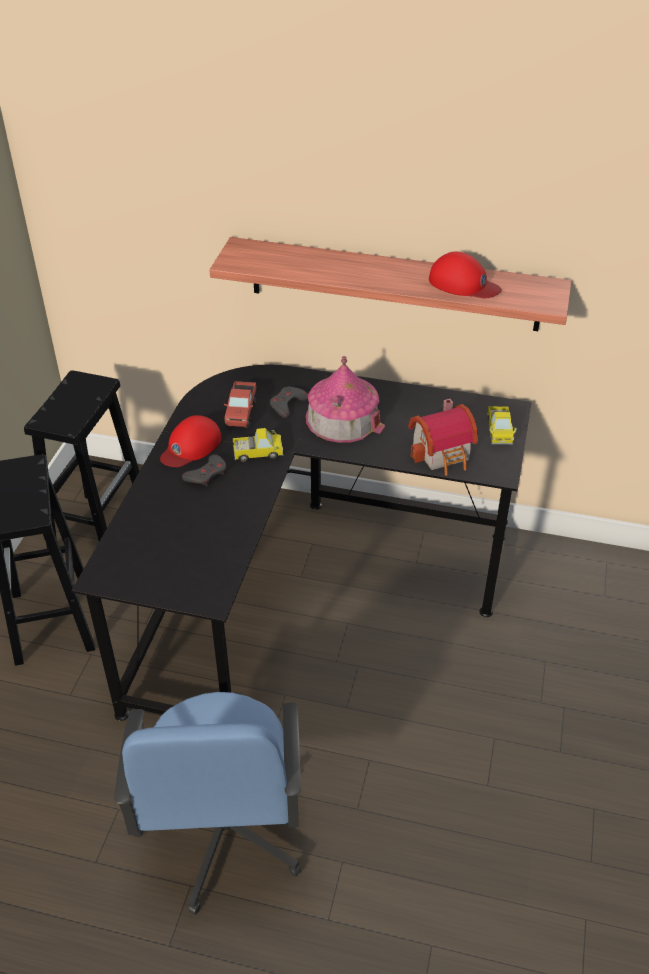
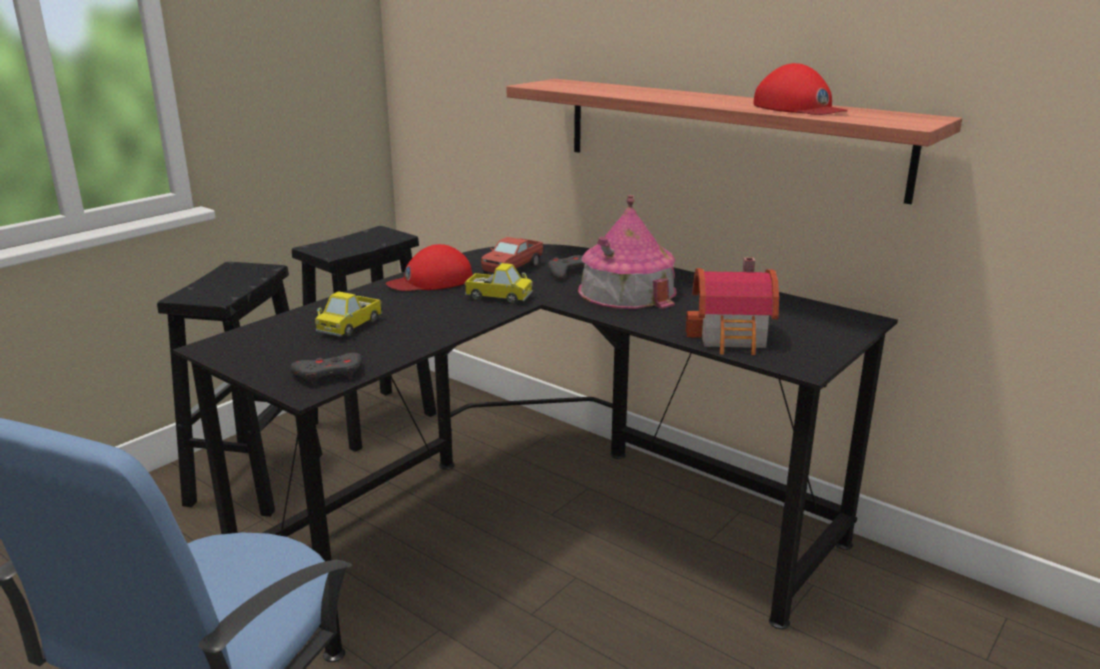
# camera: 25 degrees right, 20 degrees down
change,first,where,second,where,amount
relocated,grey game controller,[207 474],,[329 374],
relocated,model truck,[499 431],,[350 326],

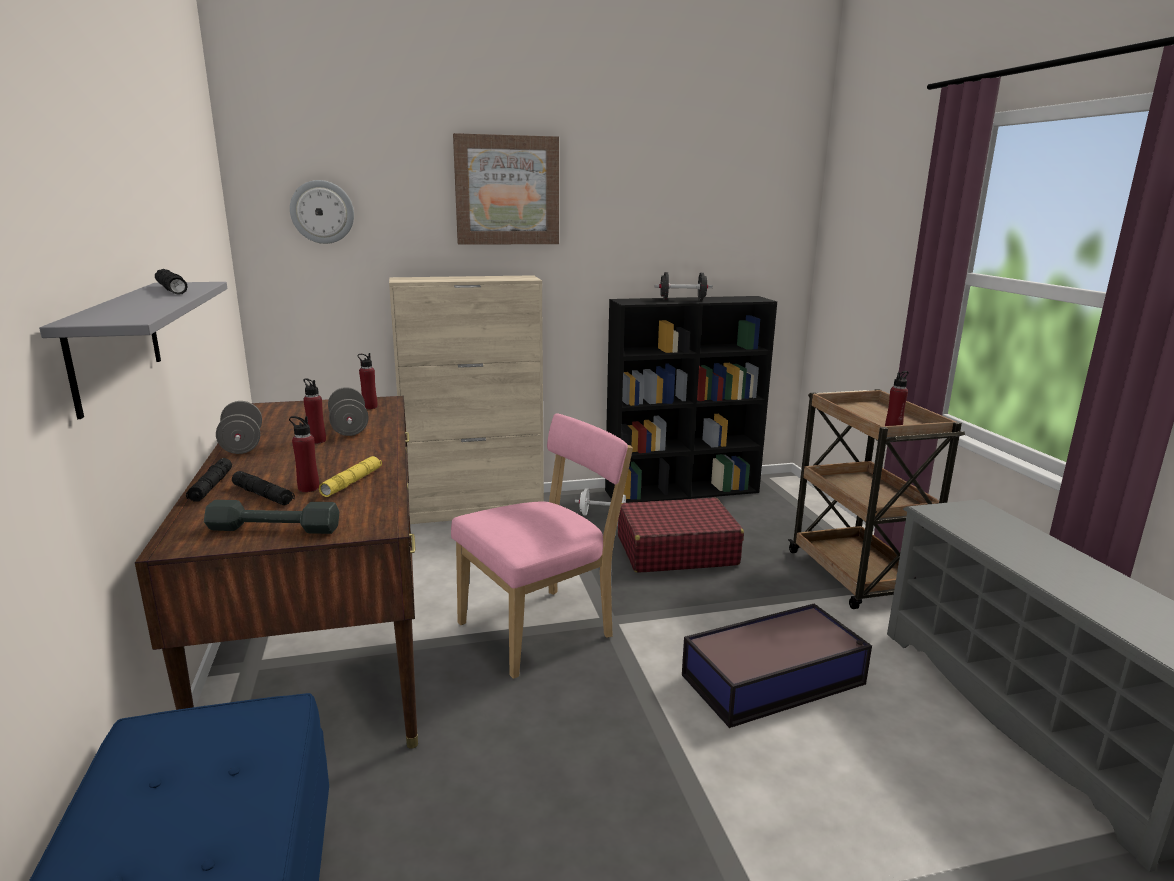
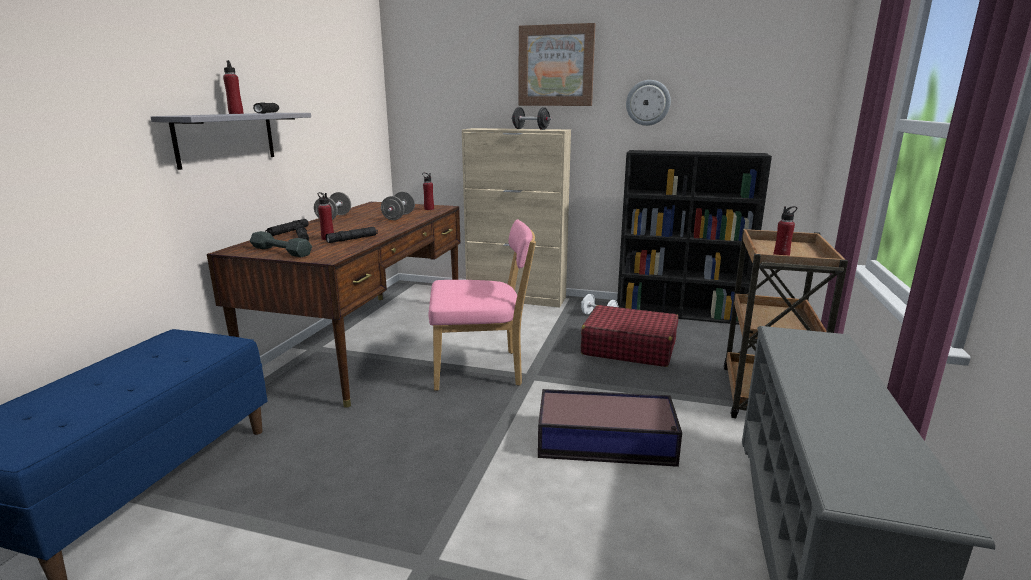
# camera: 30 degrees right, 0 degrees up
change,first,where,second,where,amount
relocated,hanging clock,[322 212],,[648 102],
relocated,red-coloured bottle,[317 441],,[236 113],
relocated,black-coloured hand weight,[682 300],,[531 129],
colour,yellow-coloured torch,[352 482],black-coloured torch,[352 239],

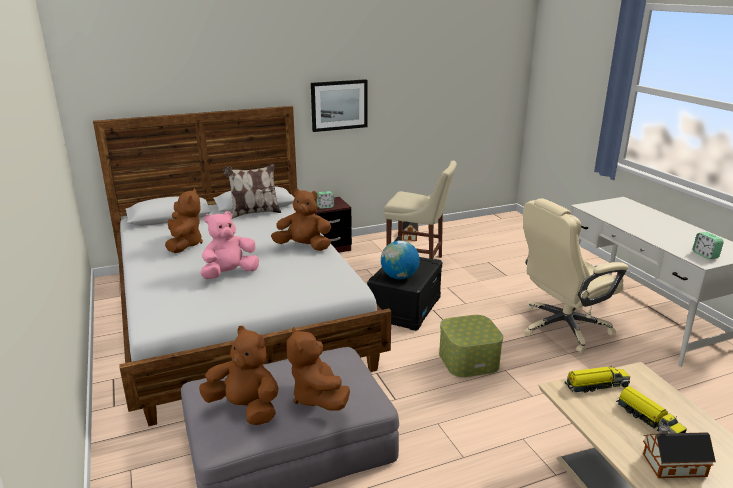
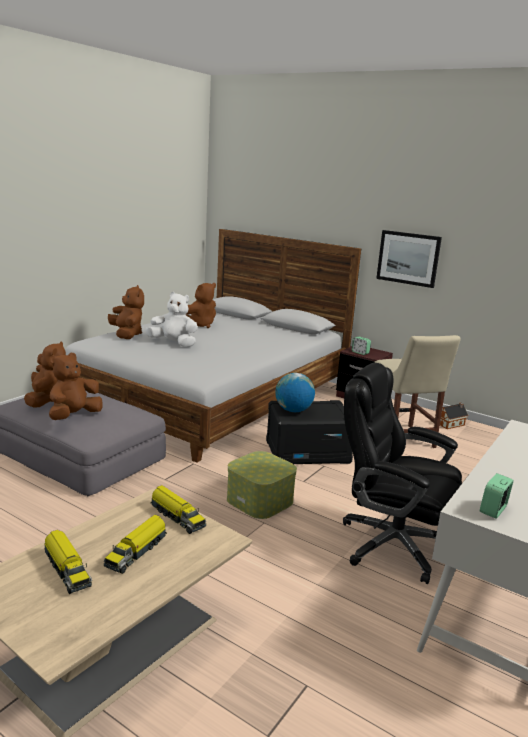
# camera: 55 degrees right, 5 degrees down
change,first,where,second,where,amount
missing,cushion,[254 213],,,
relocated,brown soft toy,[304 247],,[127 335],
exchanged,miniature house,[671 464],model truck,[67 569],
colour,pink-coloured soft toy,[229 274],whitish soft toy,[173 343],
colour,sand-coloured computer chair,[562 328],black-coloured computer chair,[391 544],

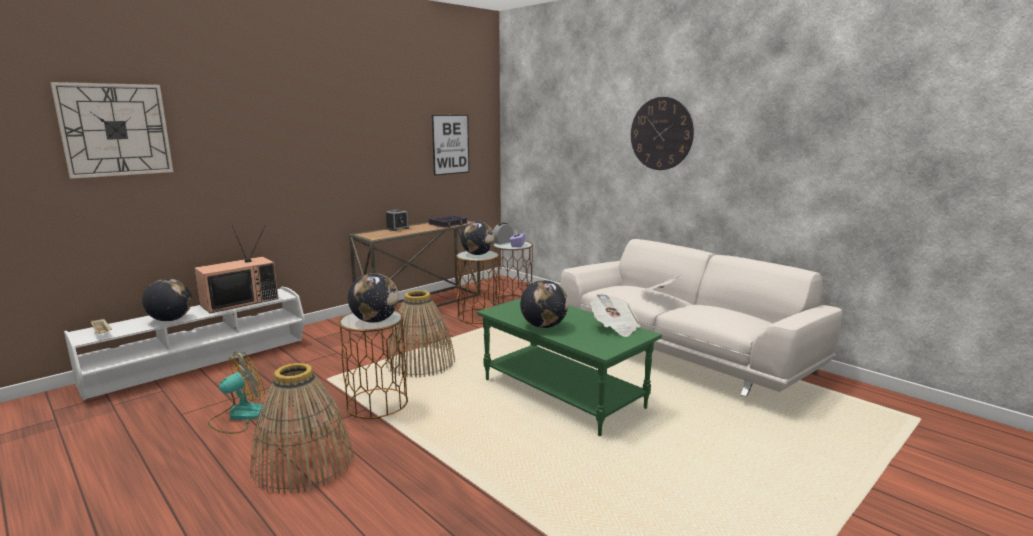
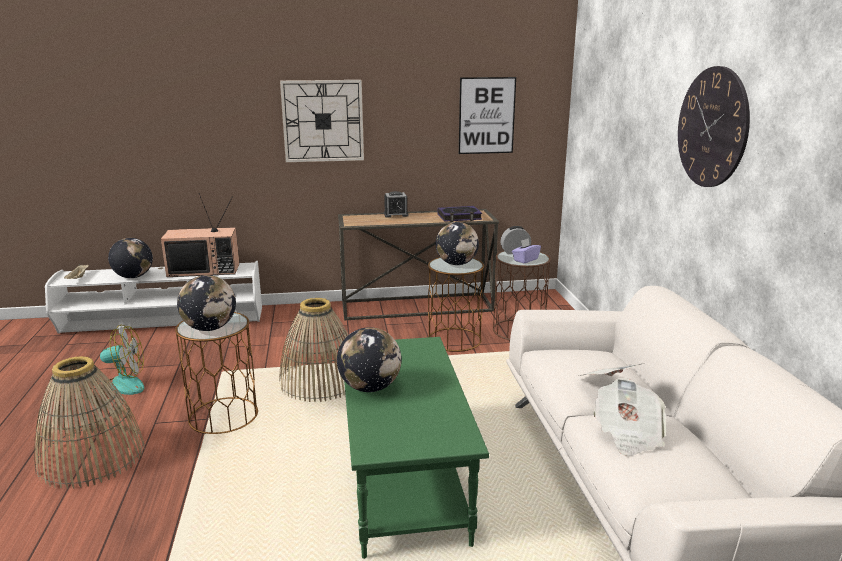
# camera: 35 degrees right, 5 degrees up
change,first,where,second,where,amount
relocated,hanging clock,[115 130],,[323 121],
relocated,printed paper,[614 327],,[628 434],

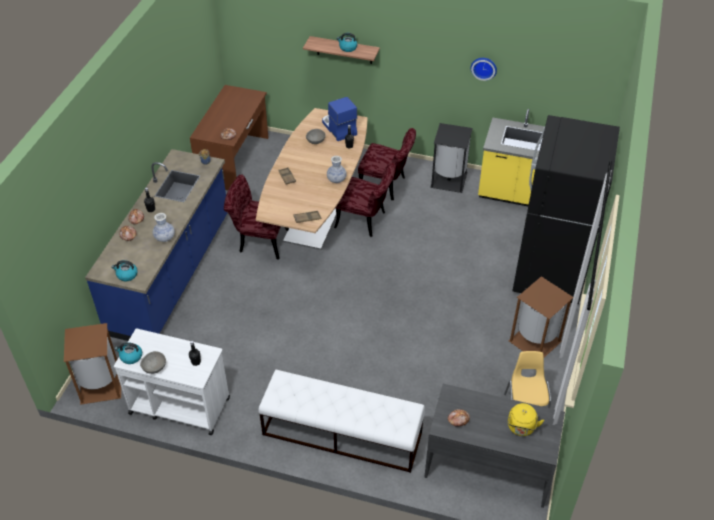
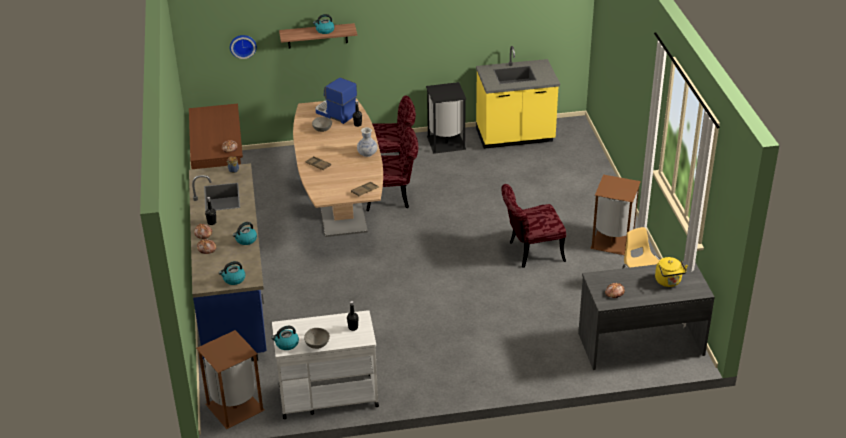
# camera: 25 degrees left, 10 degrees down
change,first,where,second,where,amount
missing,whitish indoor bench,[341 434],,,
missing,black-coloured fridge,[549 273],,,
relocated,red-coloured plain chair,[258 241],,[530 252],
relocated,hanging clock,[484 67],,[243 45],
exchanged,flower vase,[165 237],tea kettle,[246 240],

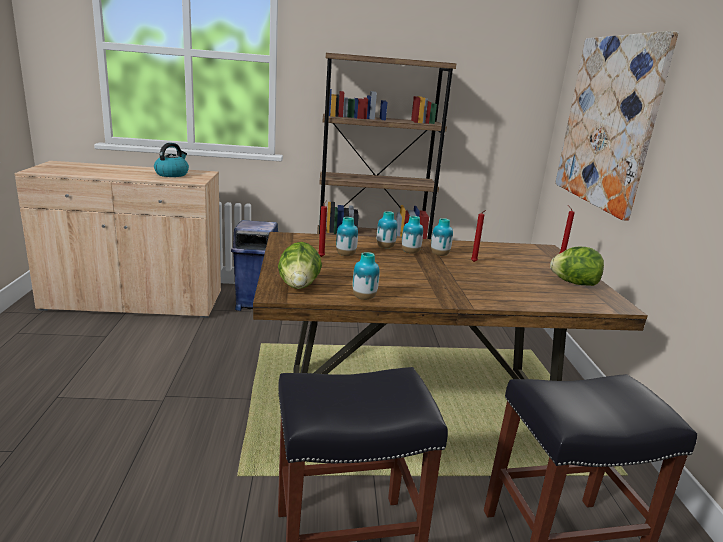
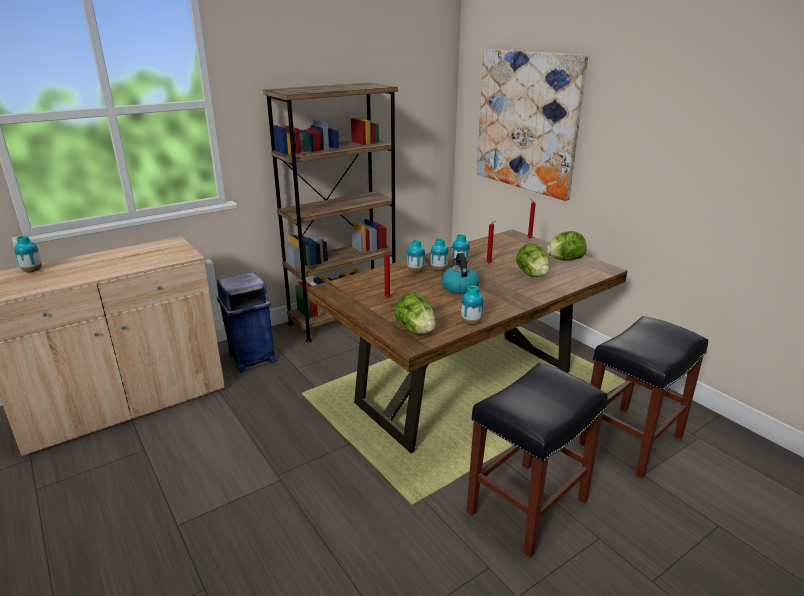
# camera: 30 degrees left, 5 degrees up
change,first,where,second,where,amount
appeared,,,lettuce head,[532 274],
relocated,tea kettle,[172 174],,[459 287],
relocated,flower vase,[345 255],,[32 271],

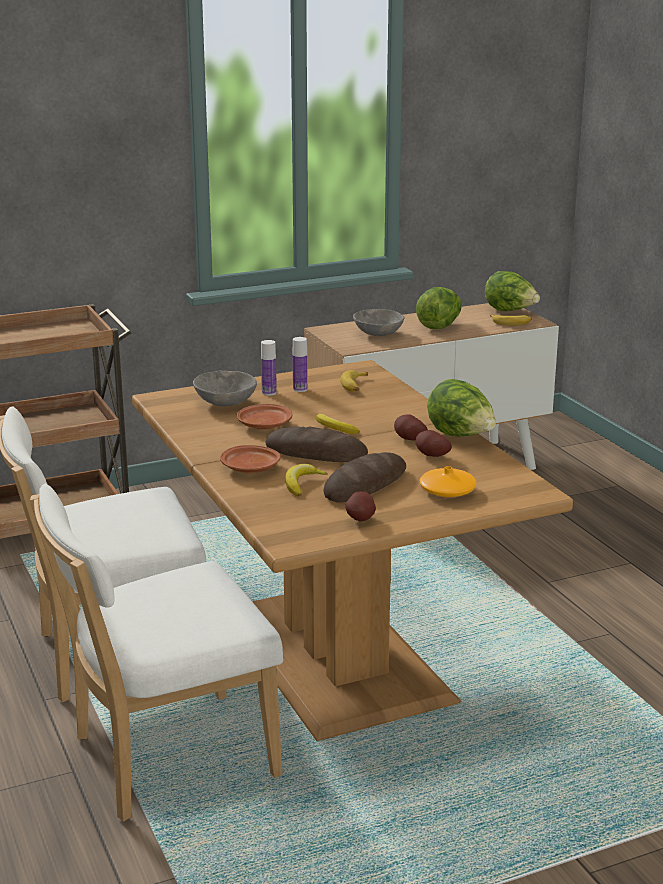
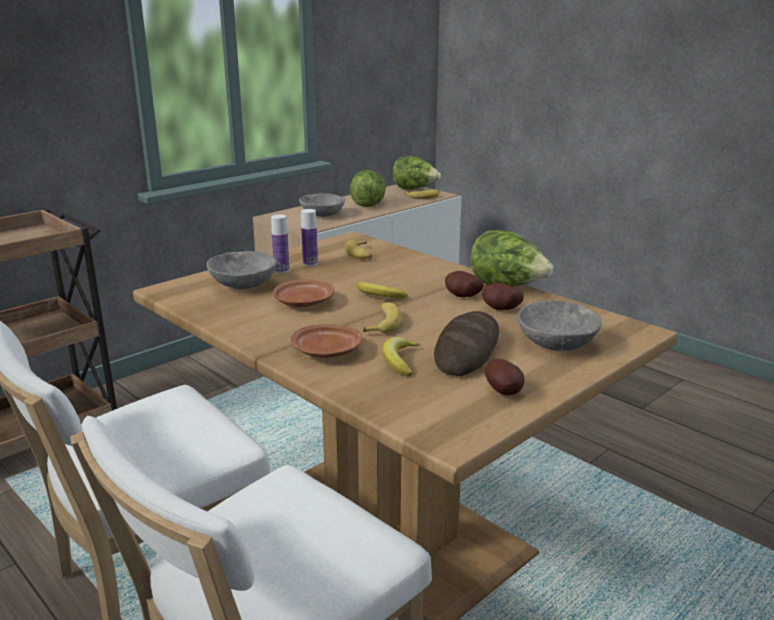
# camera: 20 degrees left, 0 degrees up
change,first,where,second,where,amount
exchanged,bread,[316 453],banana fruit,[383 323],
exchanged,orange-coloured flower vase,[447 491],grey serving bowl,[556 343],

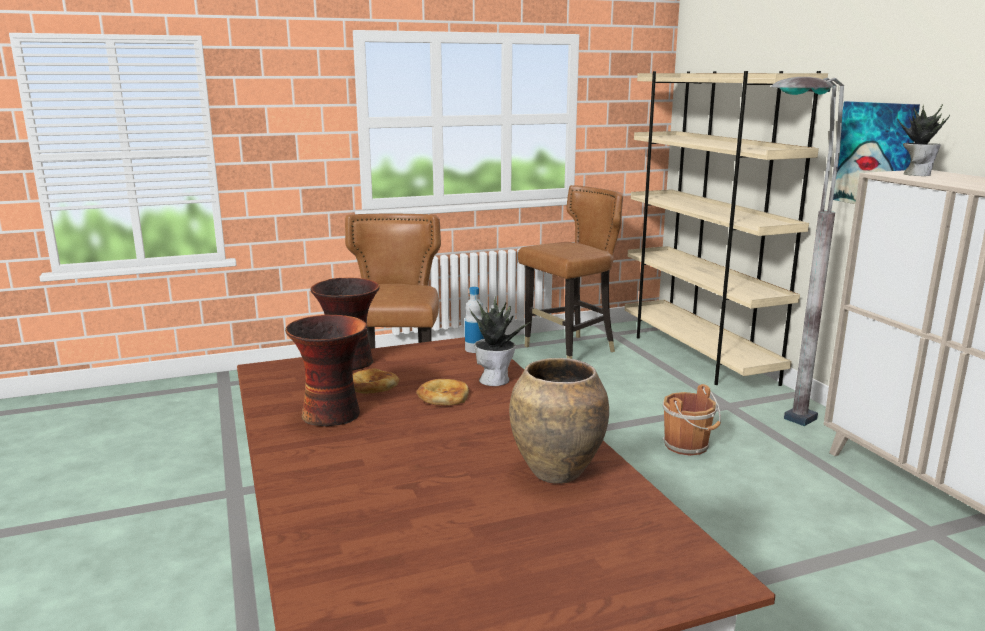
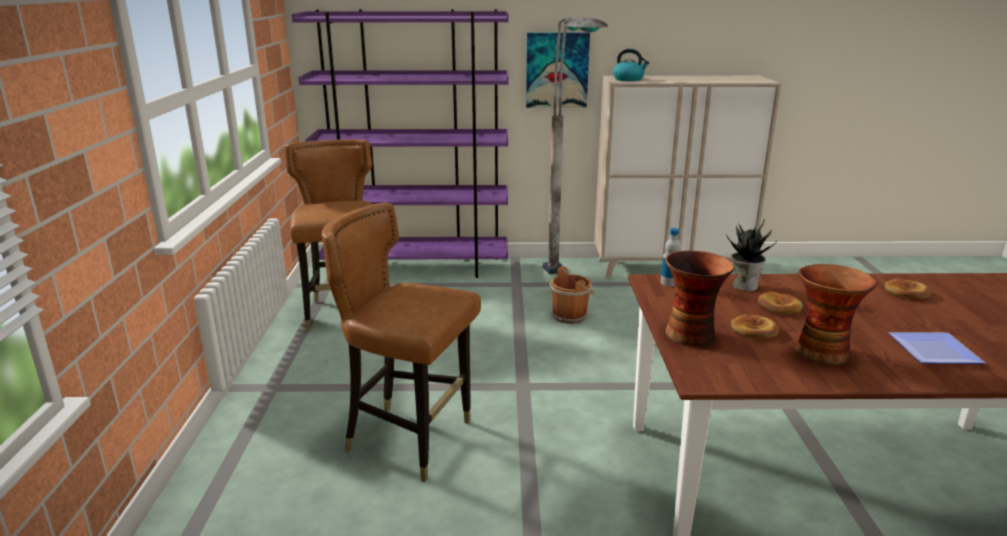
# camera: 70 degrees left, 5 degrees up
change,first,where,second,where,amount
appeared,,,flat dish,[937 352],
exchanged,brown flower vase,[555 472],bread,[906 292],
exchanged,plant in a pot,[916 174],tea kettle,[629 79],
colour,sand-coloured bookshelf,[697 356],purple bookshelf,[417 268],

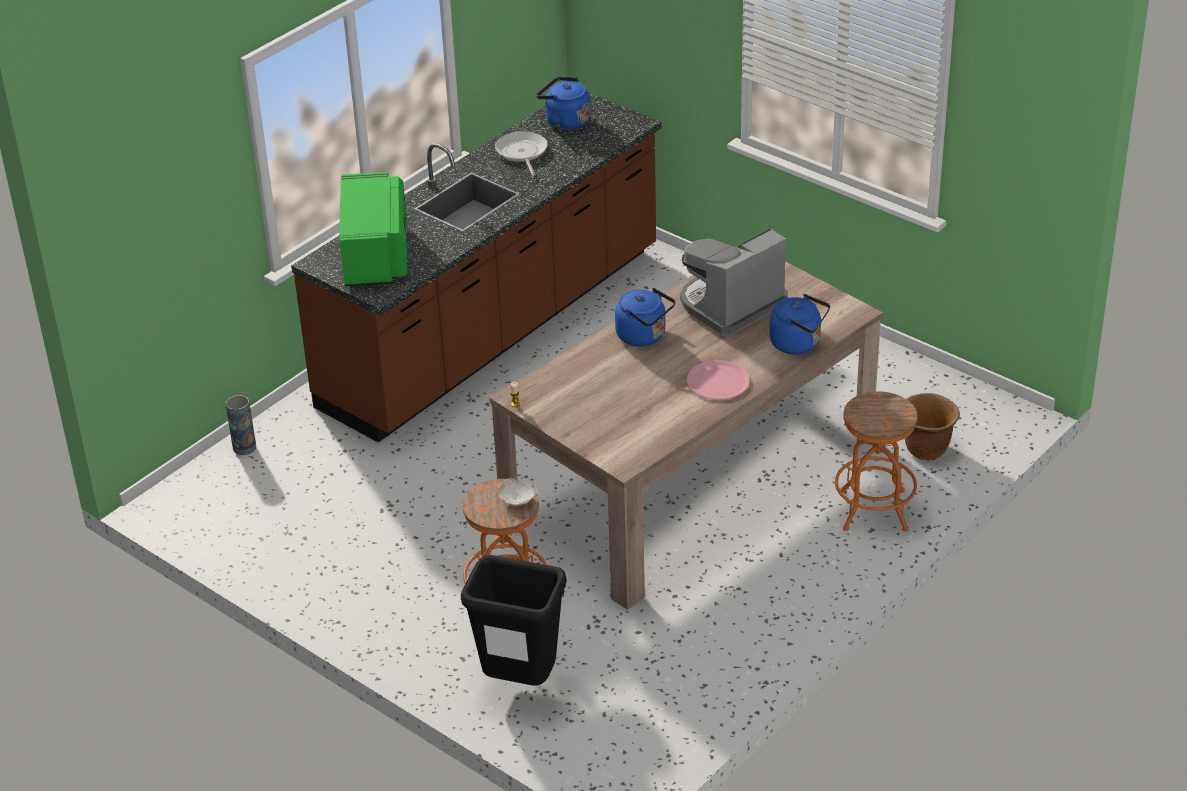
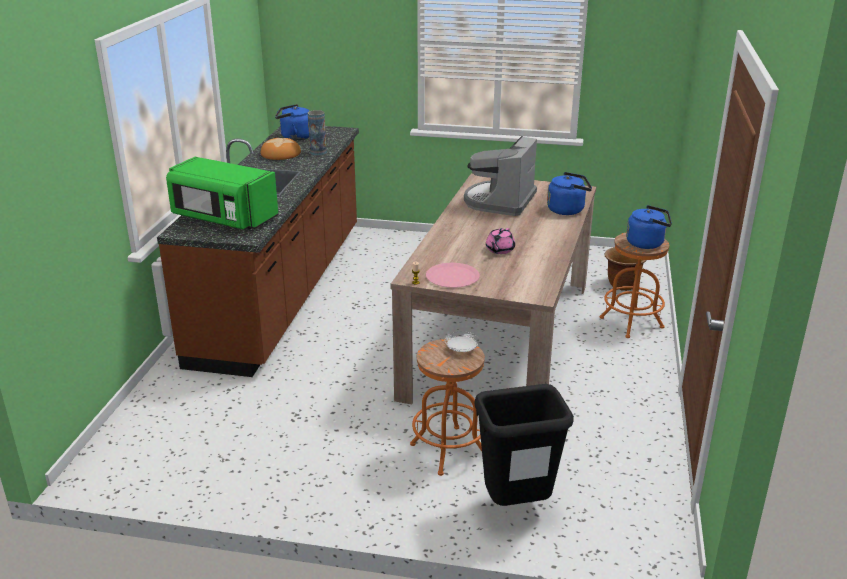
# camera: 30 degrees left, 10 degrees down
change,first,where,second,where,amount
appeared,,,pink-coloured teapot,[499 250],
relocated,flower vase,[244 447],,[318 153],
relocated,bluish tea kettle,[644 336],,[647 243],
relocated,pink-coloured flat dish,[718 381],,[452 276],
exchanged,pan,[522 153],bread,[280 154],
spun,greenish kitchen microwave,[375 254],,[223 218],150 degrees clockwise

